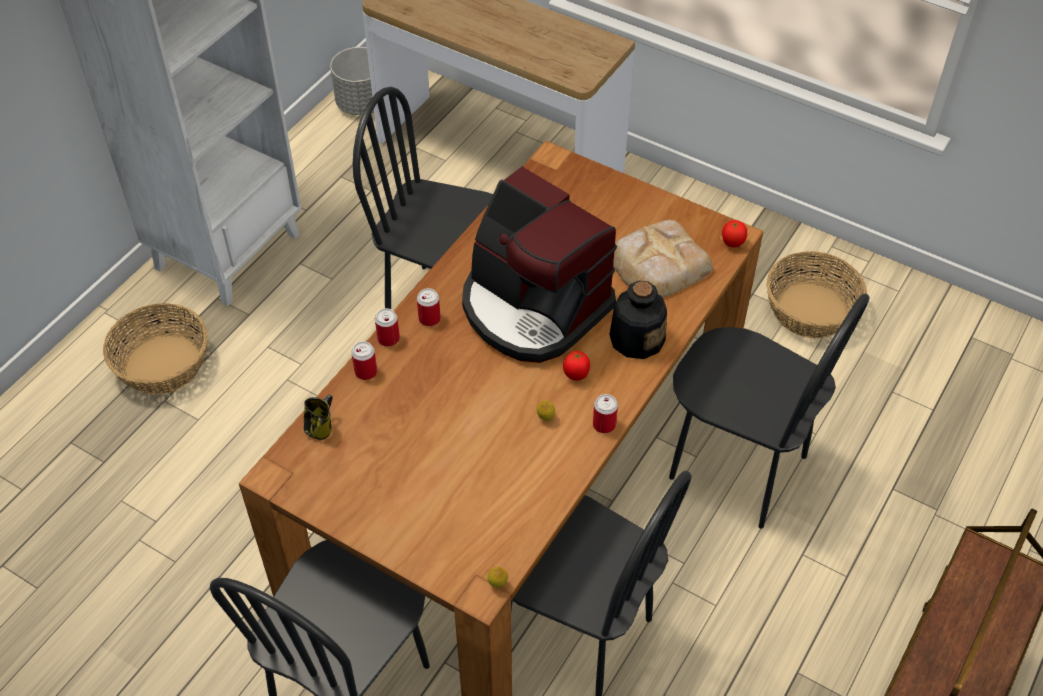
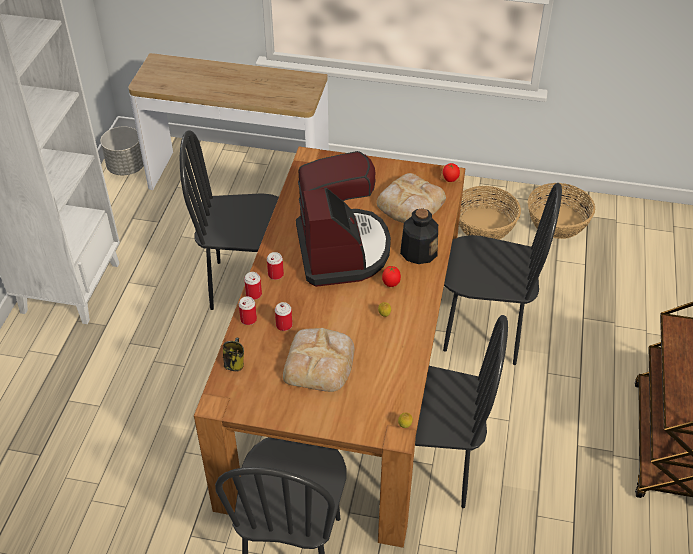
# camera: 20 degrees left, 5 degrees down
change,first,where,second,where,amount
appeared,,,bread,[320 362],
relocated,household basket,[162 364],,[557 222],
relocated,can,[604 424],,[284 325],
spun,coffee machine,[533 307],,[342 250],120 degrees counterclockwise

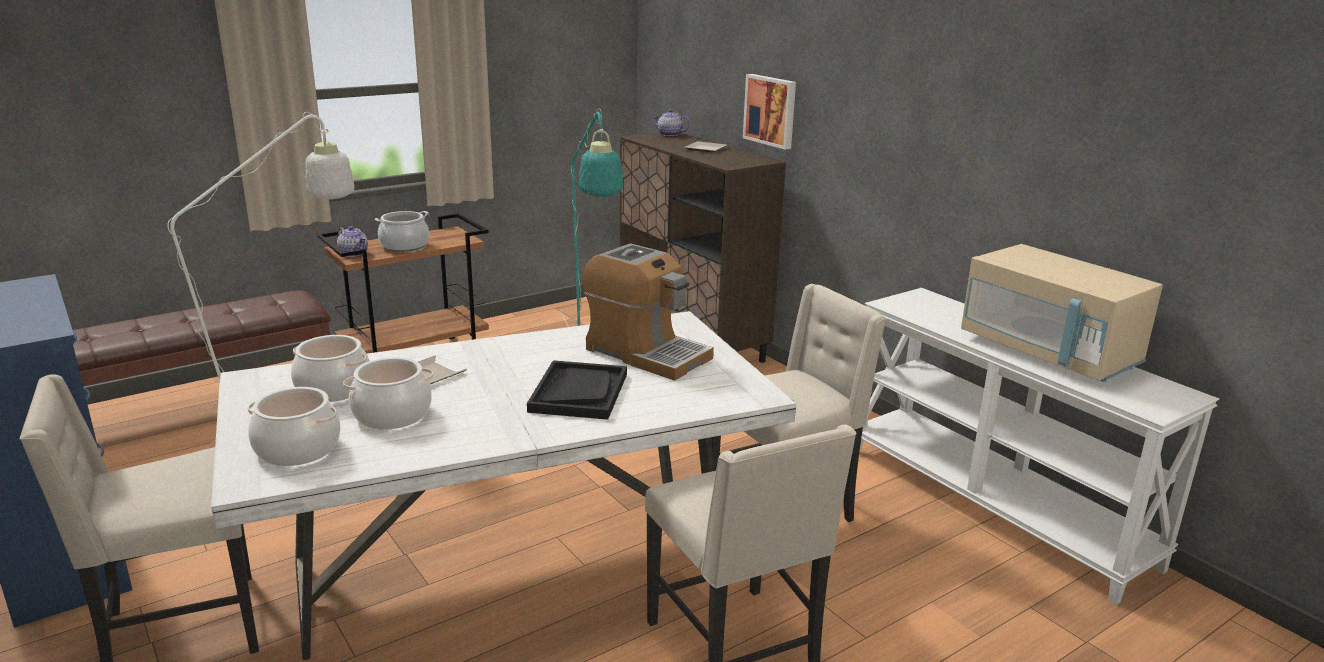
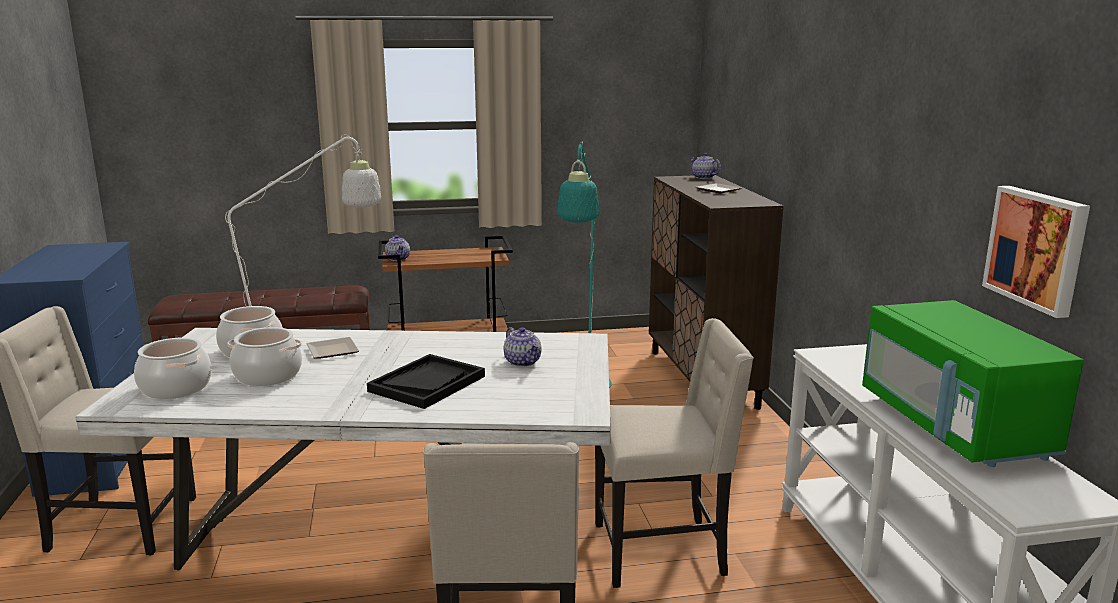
# camera: 25 degrees right, 5 degrees down
change,first,where,second,where,amount
missing,saucepot,[404 246],,,
relocated,wall art,[771 110],,[1037 248],
exchanged,coffee machine,[646 353],teapot,[523 362],
colour,sand-coloured kitchen microwave,[1048 353],greenish kitchen microwave,[953 426],

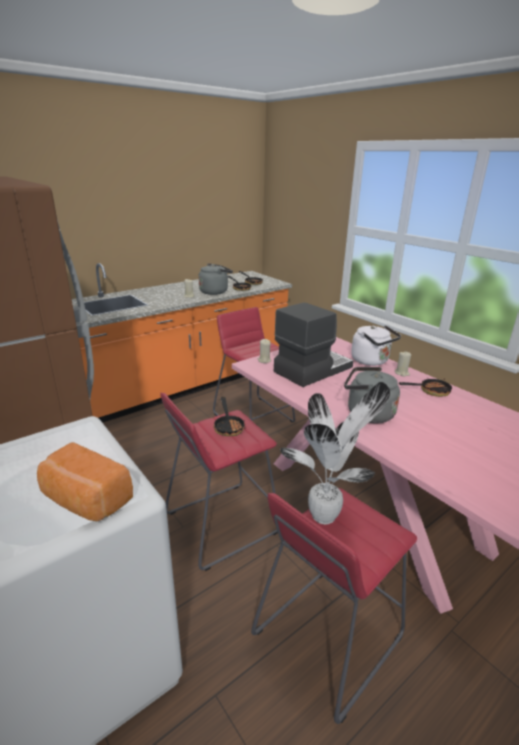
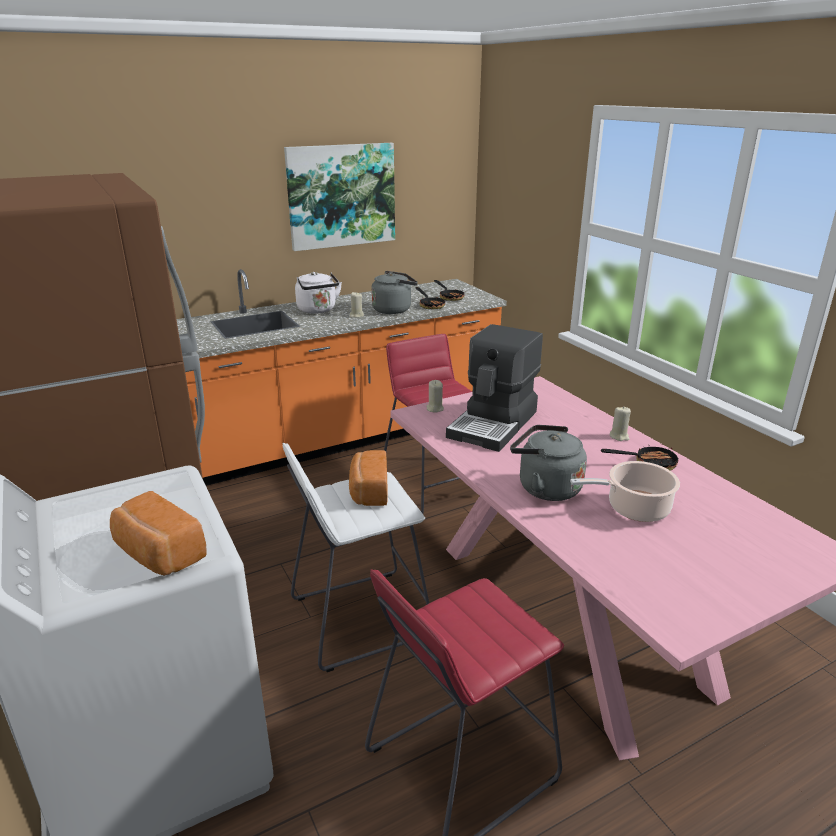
# camera: 10 degrees right, 0 degrees up
change,first,where,second,where,amount
missing,plant in a pot,[326 516],,,
appeared,,,wall art,[341 196],
appeared,,,saucepot,[634 508],
relocated,whitish tea kettle,[371 361],,[318 310],
exchanged,pan,[228 426],bread,[368 491],
colour,red-coloured stool,[221 523],whitish stool,[360 618],
spun,coffee machine,[311 369],,[494 424],150 degrees clockwise

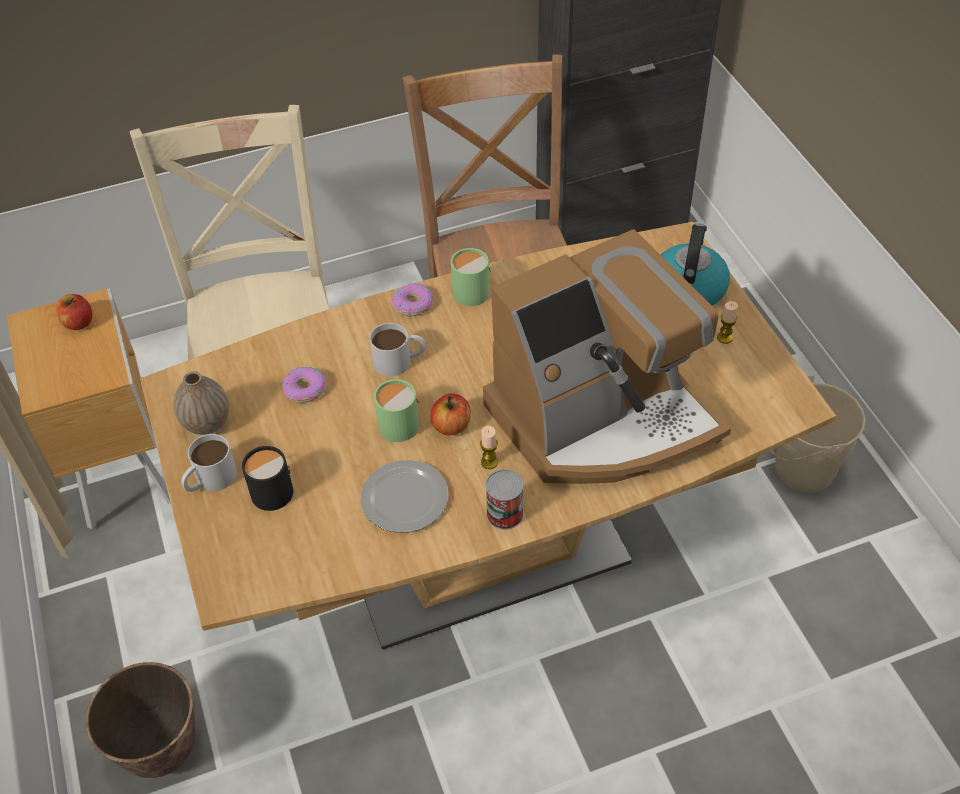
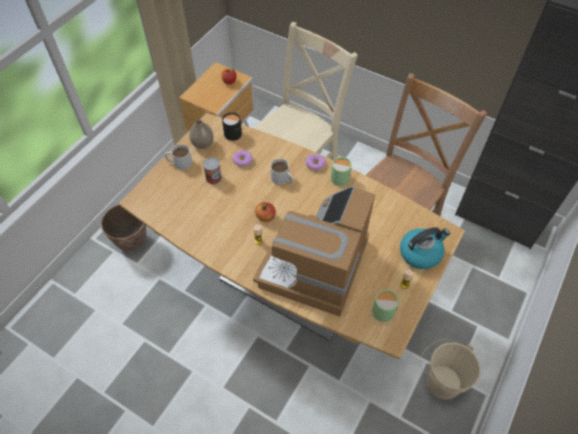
# camera: 50 degrees right, 5 degrees up
change,first,where,second,where,amount
missing,flat dish,[405 500],,,
relocated,black-coloured coffee mug,[270 489],,[234 132],
relocated,greenish coffee mug,[395 423],,[383 309],
relocated,can,[505 514],,[213 178],
spun,coffee machine,[602 418],,[315 266],90 degrees clockwise

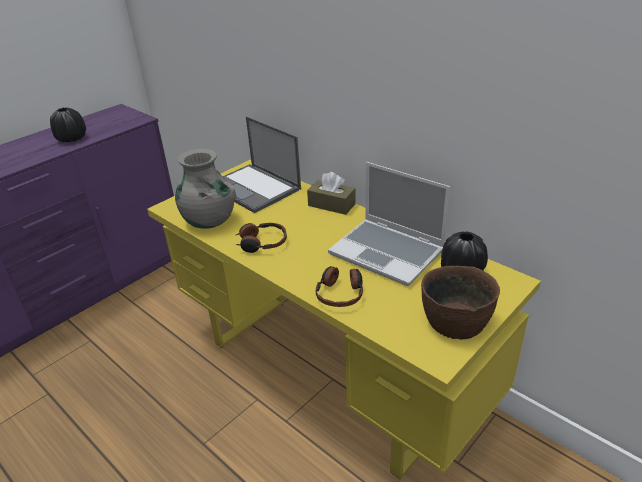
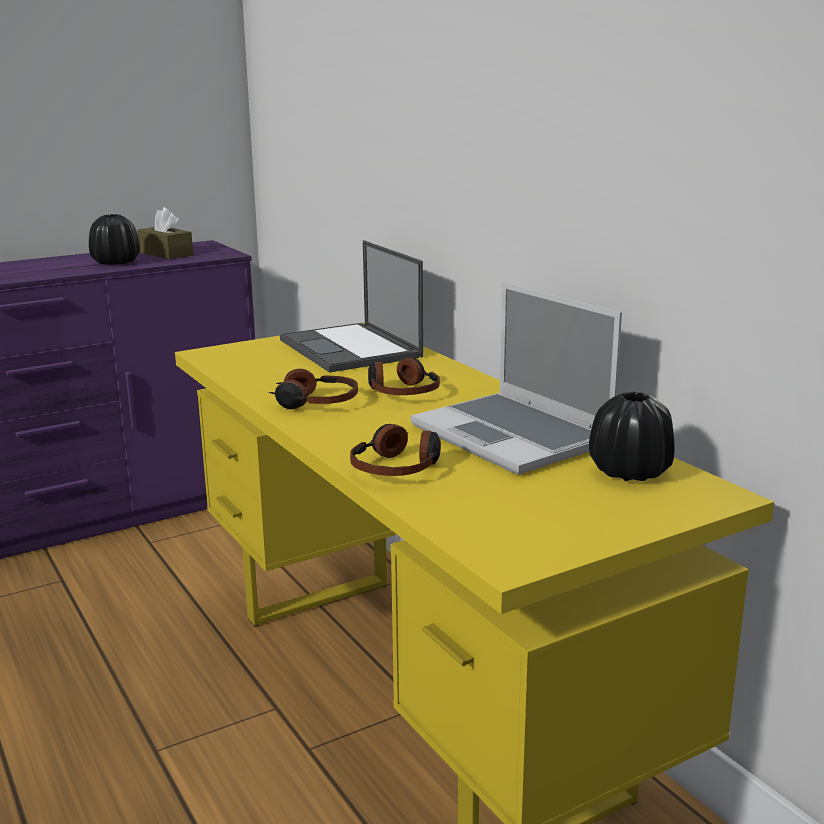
# camera: 15 degrees right, 15 degrees down
change,first,where,second,where,amount
missing,grey flower vase,[209 221],,,
missing,brown serving bowl,[455 320],,,
appeared,,,headphones,[401 391],
relocated,brown box of tissues,[331 205],,[166 254],

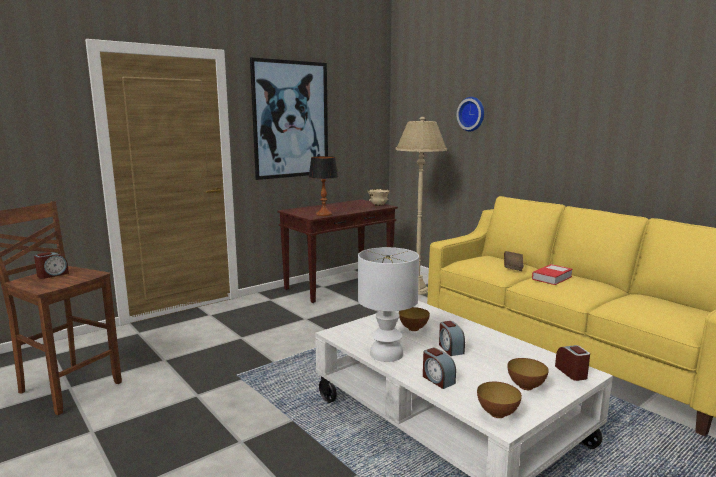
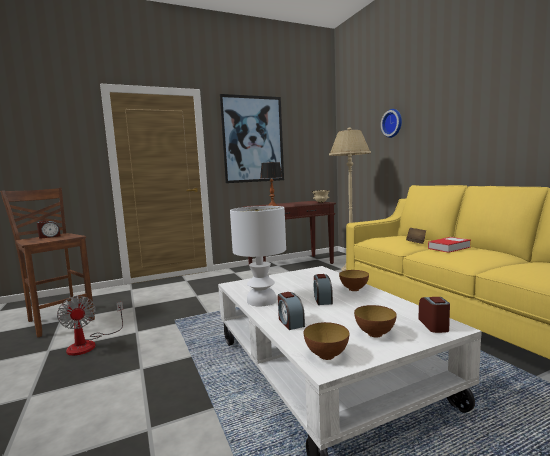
# camera: 15 degrees right, 5 degrees down
change,first,where,second,where,amount
appeared,,,cooling fan,[89 344],
relocated,serving bowl,[413 329],,[354 289],

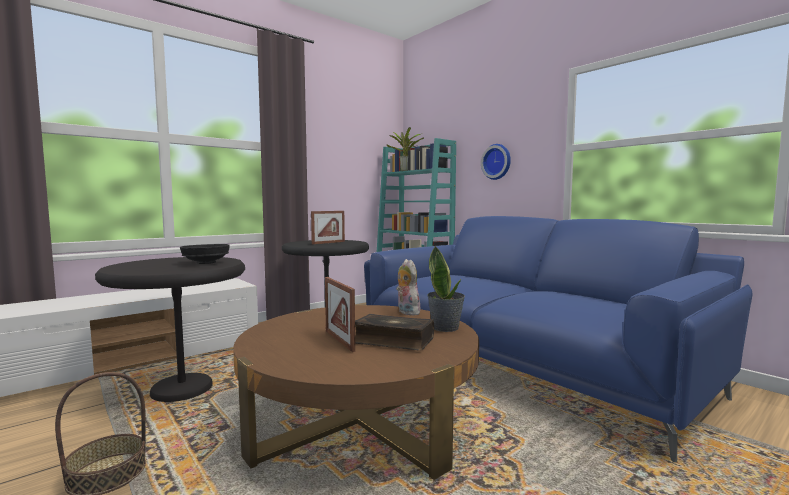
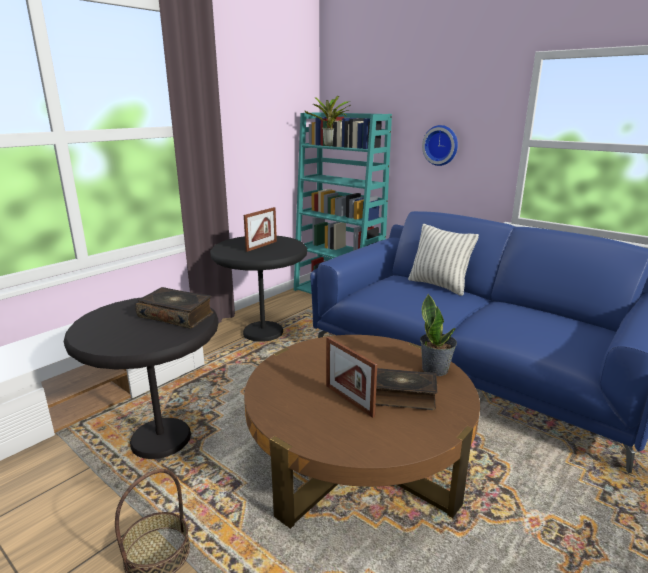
# camera: 10 degrees left, 15 degrees up
change,first,where,second,where,amount
missing,soft toy,[406 312],,,
appeared,,,cushion,[438 285],
exchanged,black-coloured serving bowl,[207 263],bound book,[176 315],

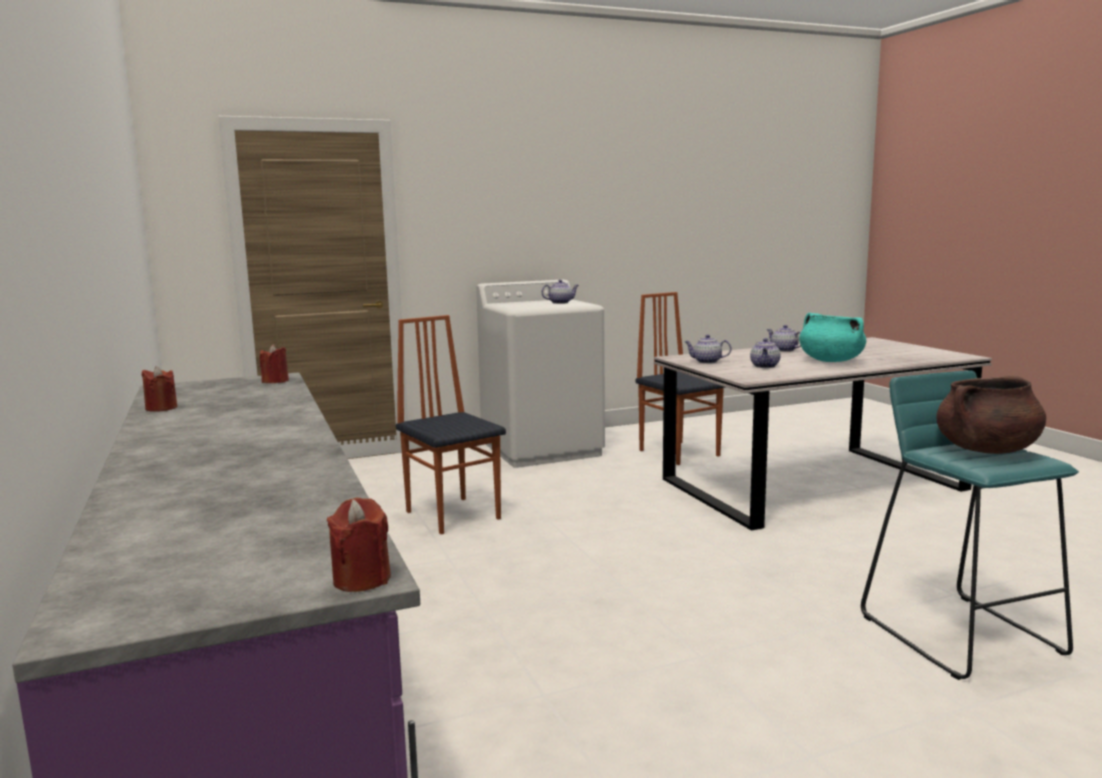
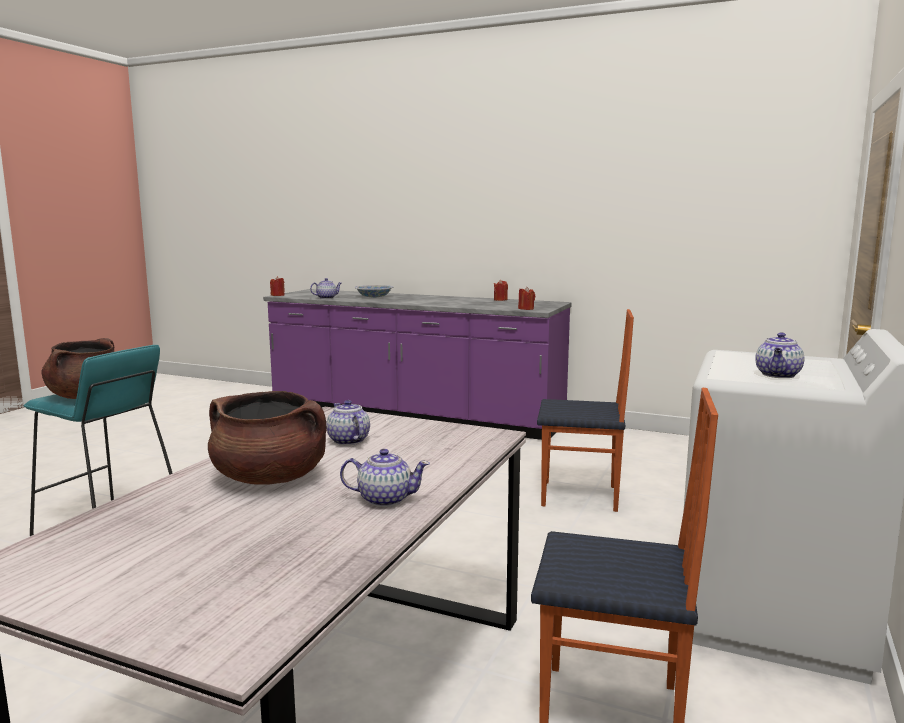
# camera: 135 degrees right, 0 degrees up
change,first,where,second,where,amount
appeared,,,serving bowl,[374 297],
relocated,teapot,[706 362],,[327 298],
colour,turquoise saucepot,[830 361],brown saucepot,[270 478],

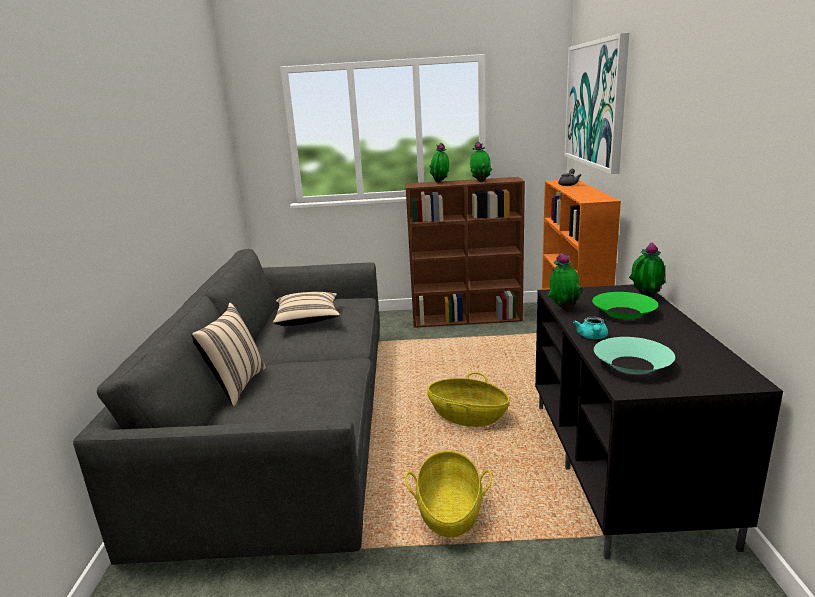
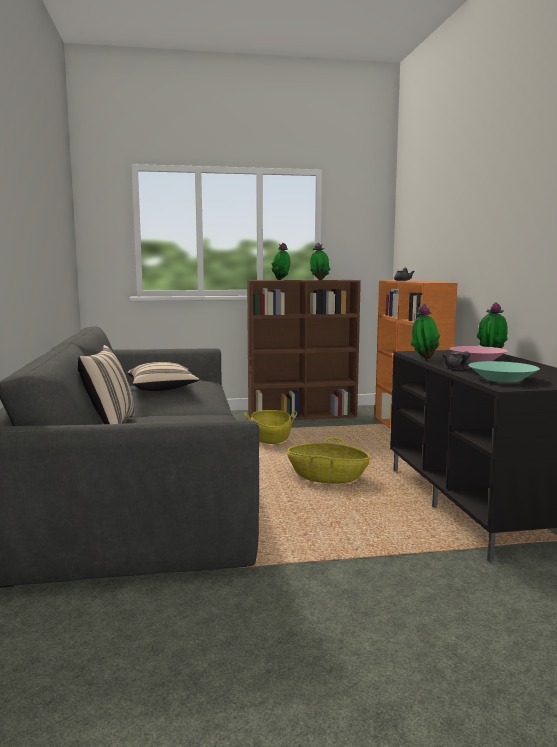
# camera: 10 degrees left, 10 degrees down
change,first,where,second,where,amount
missing,wall art,[595 104],,,
relocated,household basket,[449 511],,[270 438],
colour,turquoise teapot,[592 337],grey teapot,[459 369],
colour,greenish serving bowl,[624 312],pink-coloured serving bowl,[478 359],

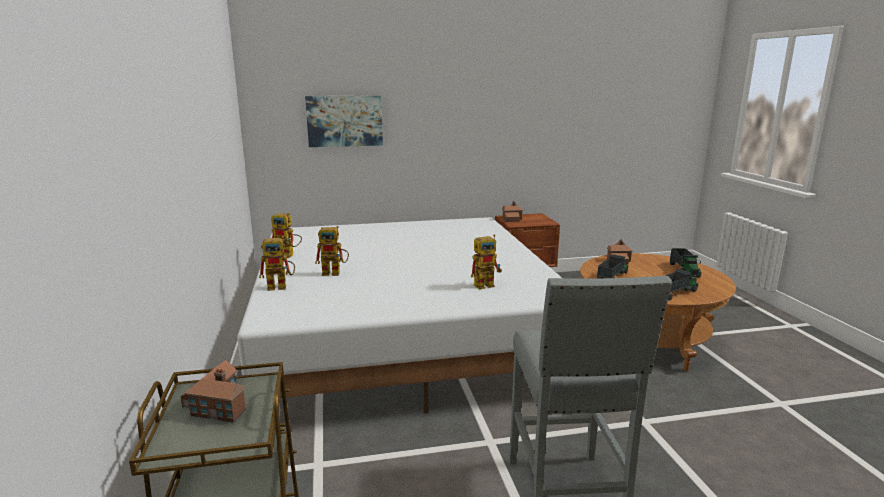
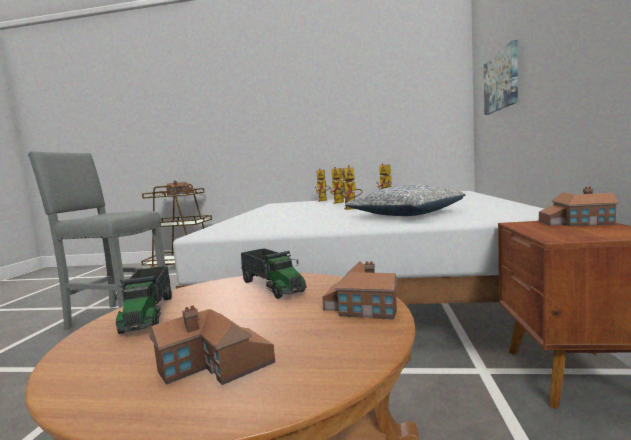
# camera: 110 degrees right, 10 degrees down
change,first,where,second,where,amount
appeared,,,cushion,[406 215],
relocated,model robot,[487 284],,[352 209],
exchanged,model truck,[684 270],miniature house,[216 366],

